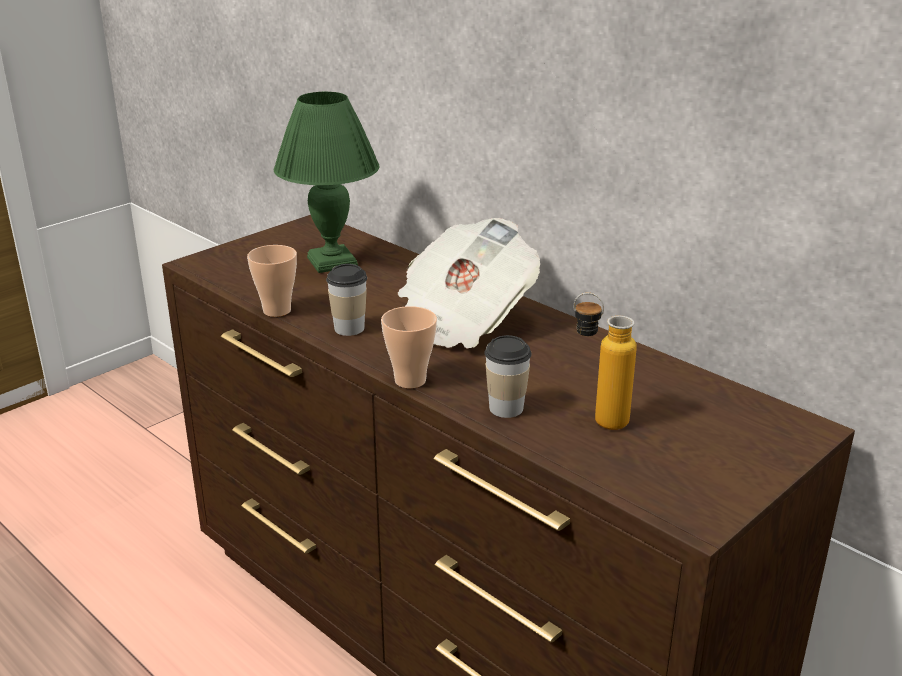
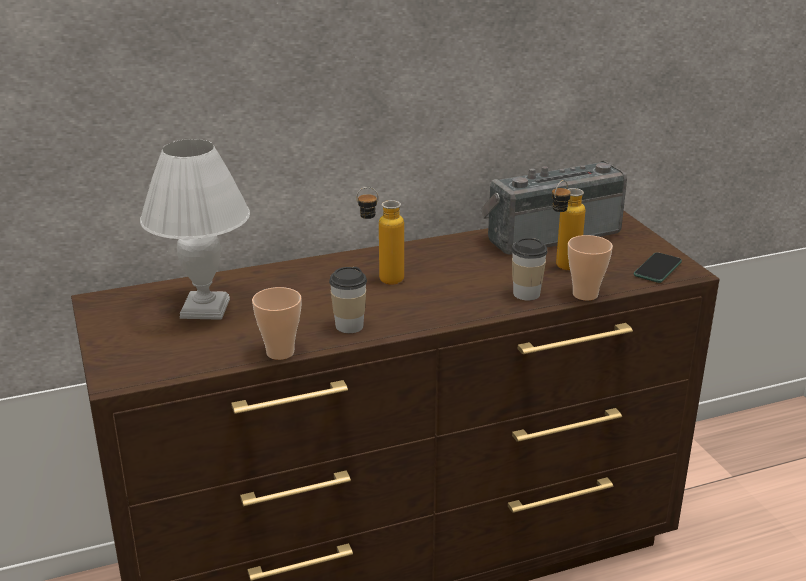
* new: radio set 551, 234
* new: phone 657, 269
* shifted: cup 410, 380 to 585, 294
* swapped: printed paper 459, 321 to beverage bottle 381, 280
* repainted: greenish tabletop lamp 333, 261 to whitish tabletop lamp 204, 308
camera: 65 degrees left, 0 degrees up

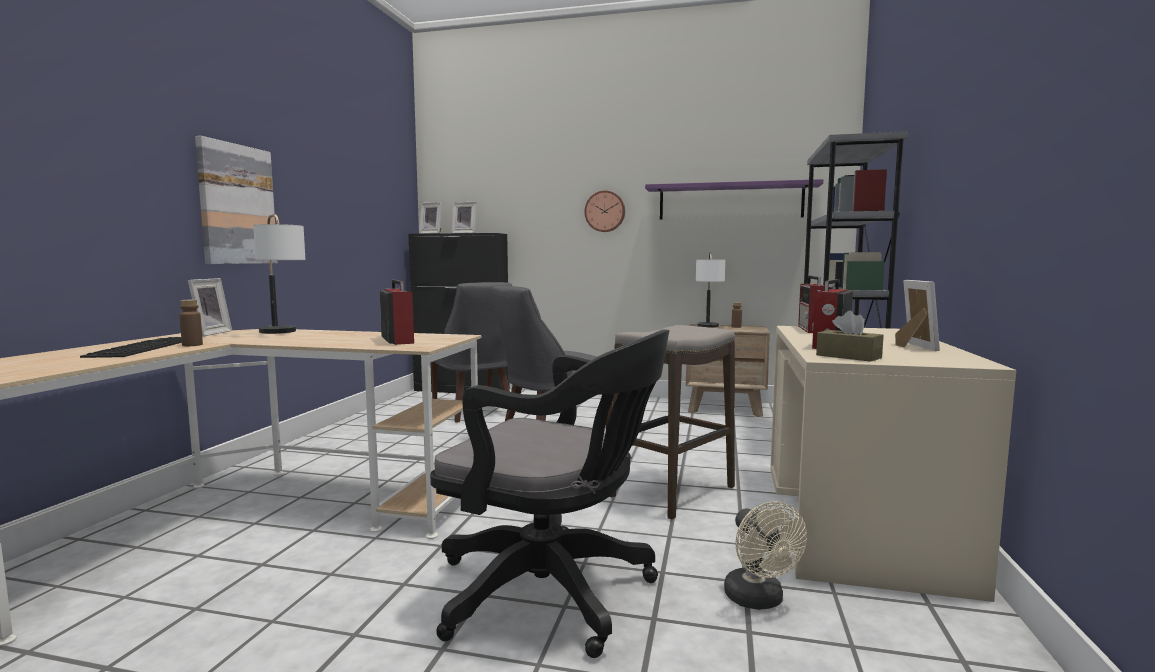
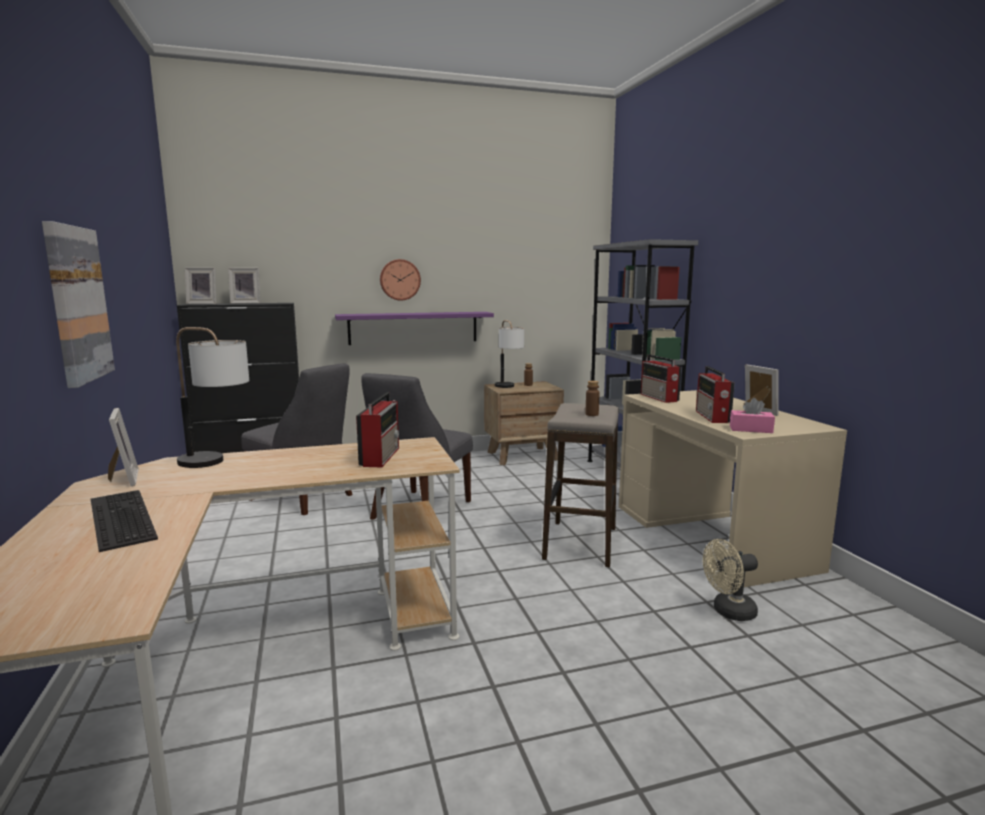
* gone: black desk chair 554, 593
* shifted: brownish beverage bottle 192, 345 to 592, 414
* shifted: purplish wall shelf 730, 201 to 413, 328
* repainted: brownish tissue box 848, 356 to pink-coloured tissue box 750, 429
* rotated: radio set 397, 339 = 381, 456 60 degrees clockwise
* rotated: beige electric fan 759, 600 = 728, 612 120 degrees clockwise
camera: 30 degrees left, 5 degrees up

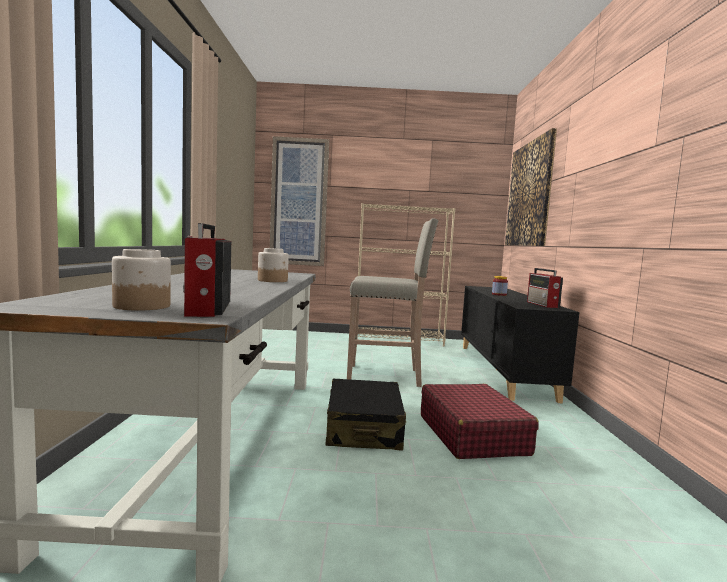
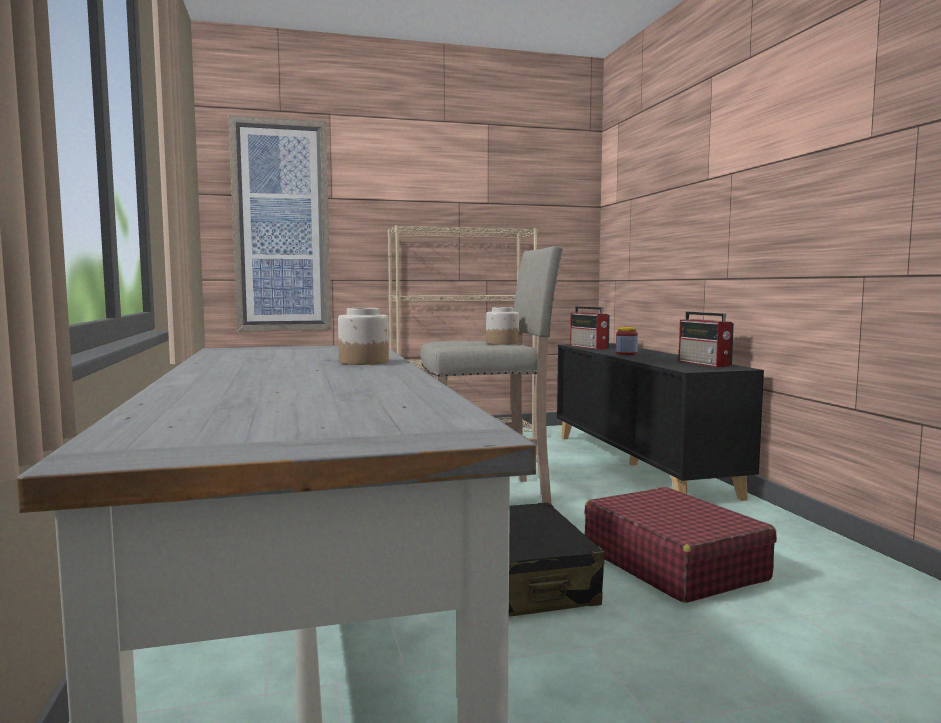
* gone: wall art 529, 194
* shifted: jar 141, 306 to 501, 343
* shifted: radio set 208, 309 to 589, 347
camera: 15 degrees left, 0 degrees up

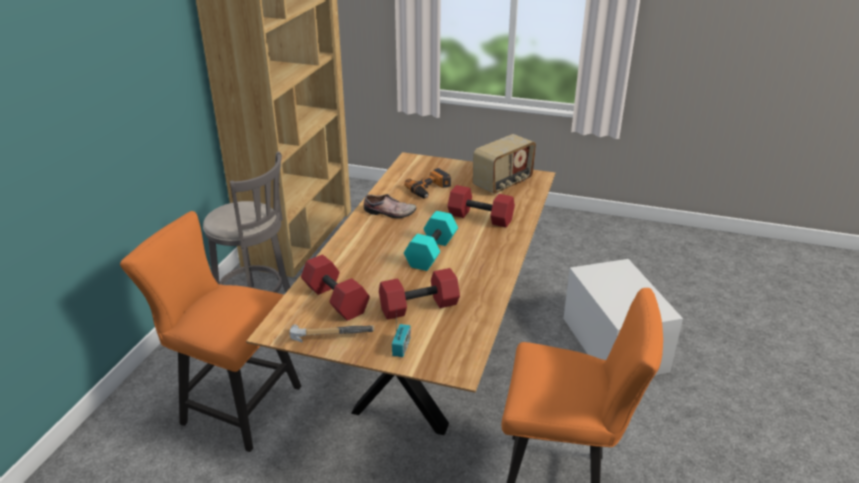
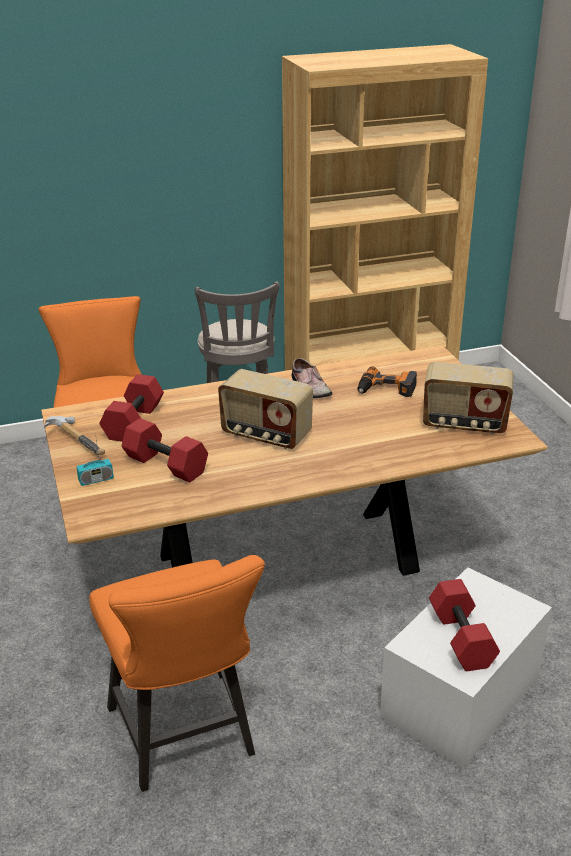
* shifted: red free weight 479, 218 to 459, 638
* swapped: turquoise free weight 430, 252 to radio set 265, 435
camera: 55 degrees right, 0 degrees up

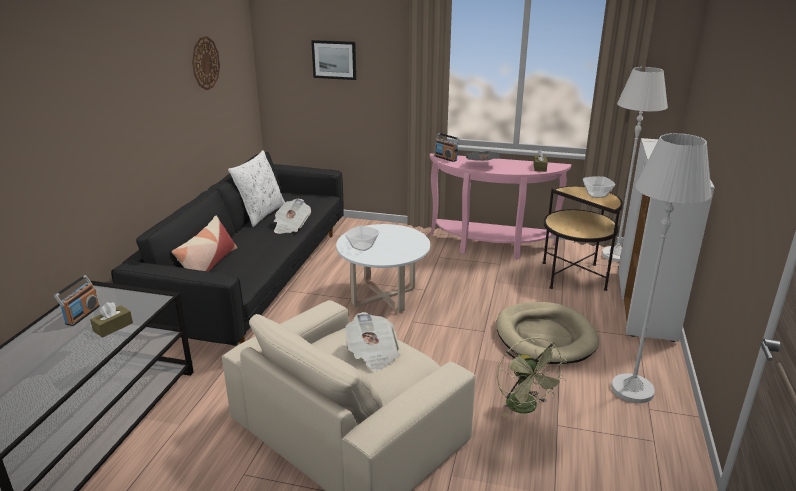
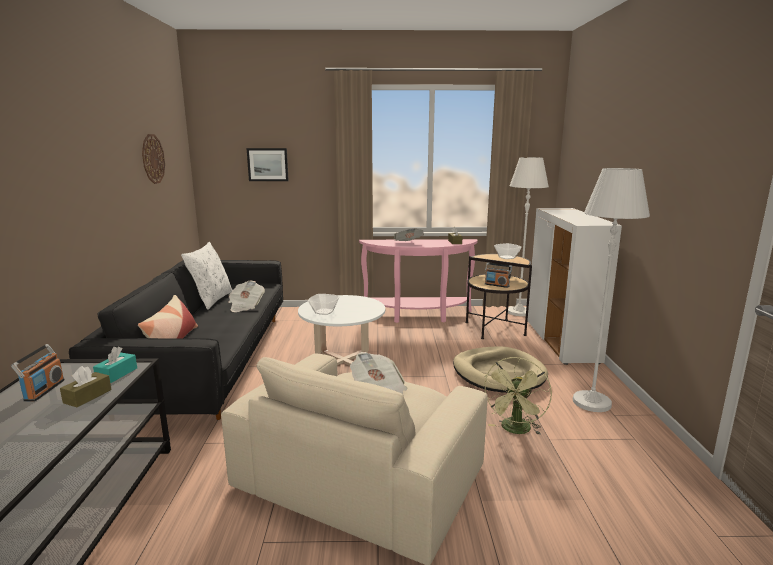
* new: turquoise tissue box 117, 374
* shifted: radio set 446, 158 to 497, 285
* rotated: greenish electric fan 526, 408 = 515, 430 60 degrees clockwise
camera: 15 degrees left, 10 degrees down

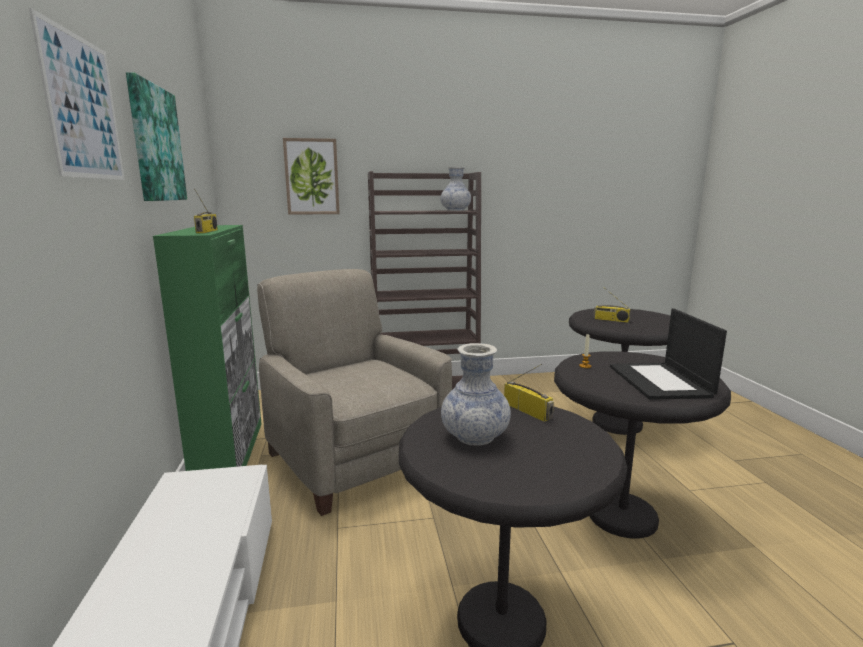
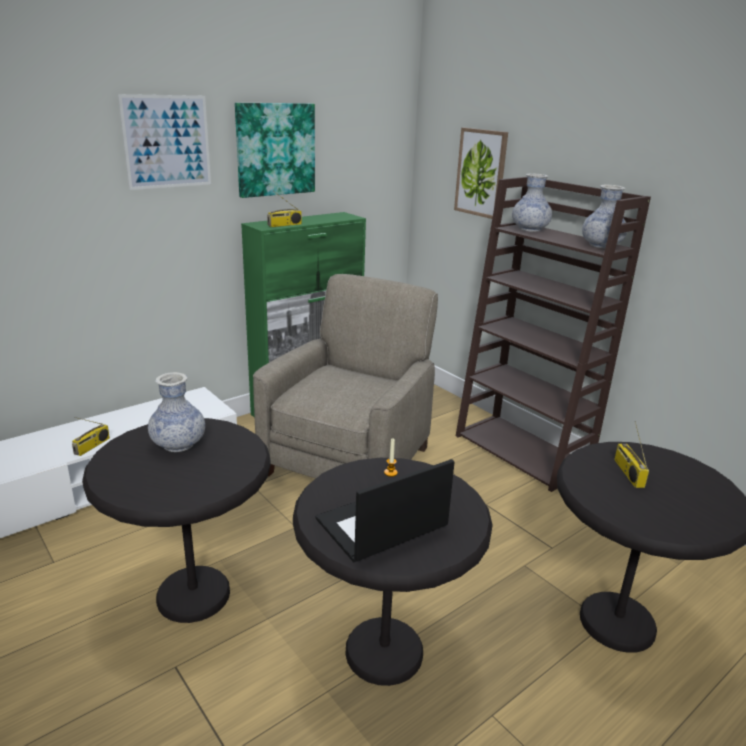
* new: decorative vase 529, 229
* shifted: radio set 528, 411 to 92, 446
camera: 60 degrees right, 10 degrees up

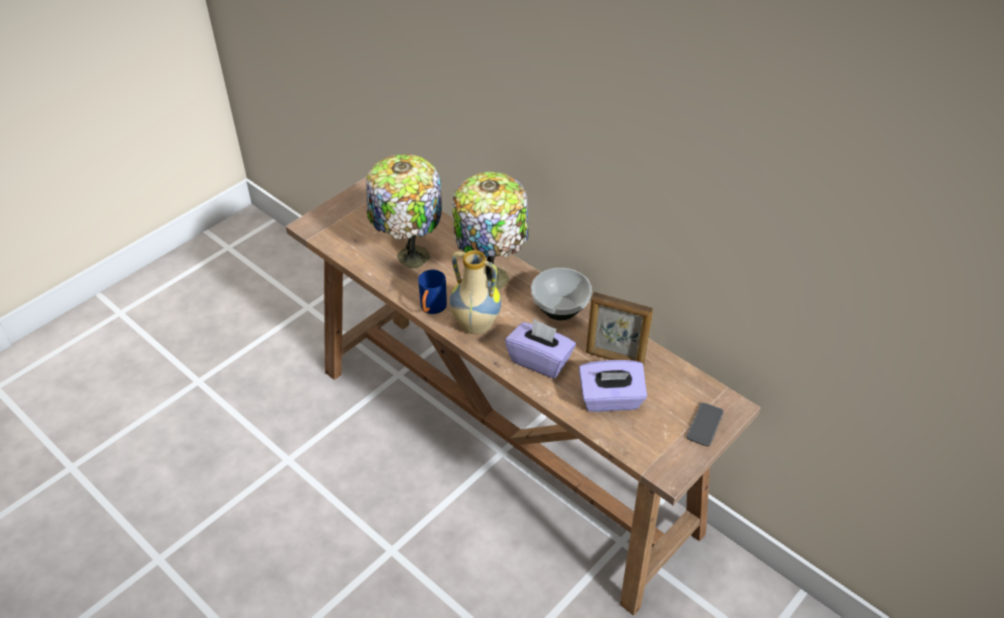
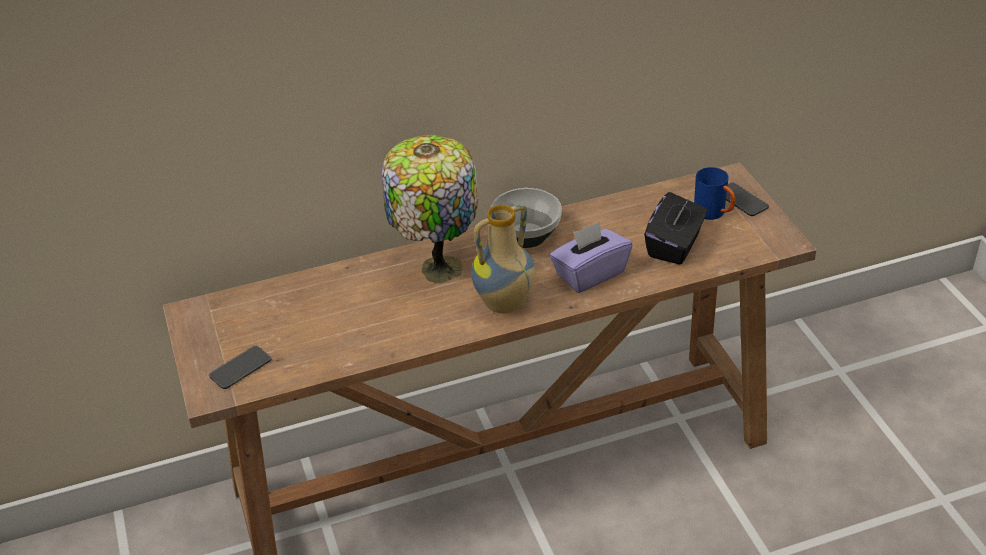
* gone: tabletop lamp 410, 256
* gone: standing frame 614, 359
* new: phone 240, 368
* shifted: bluish coffee mug 431, 309 to 714, 213
* repainted: purplish tissue box 610, 400 to black tissue box 675, 245
camera: 60 degrees left, 5 degrees down

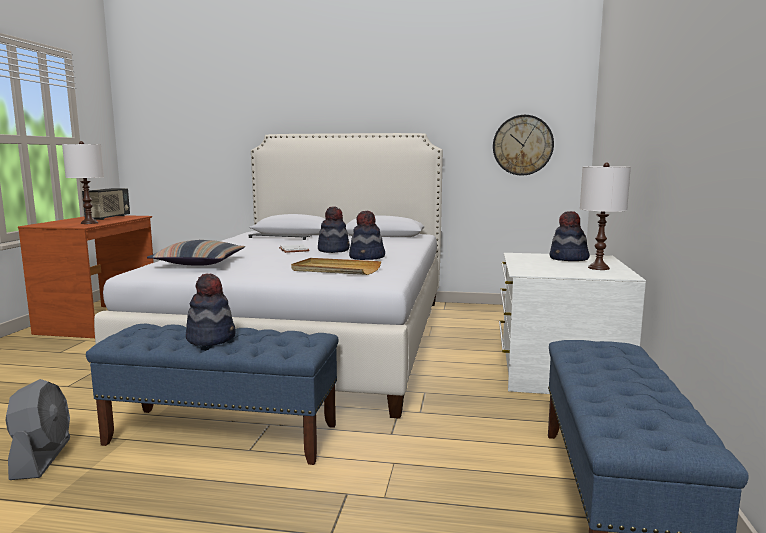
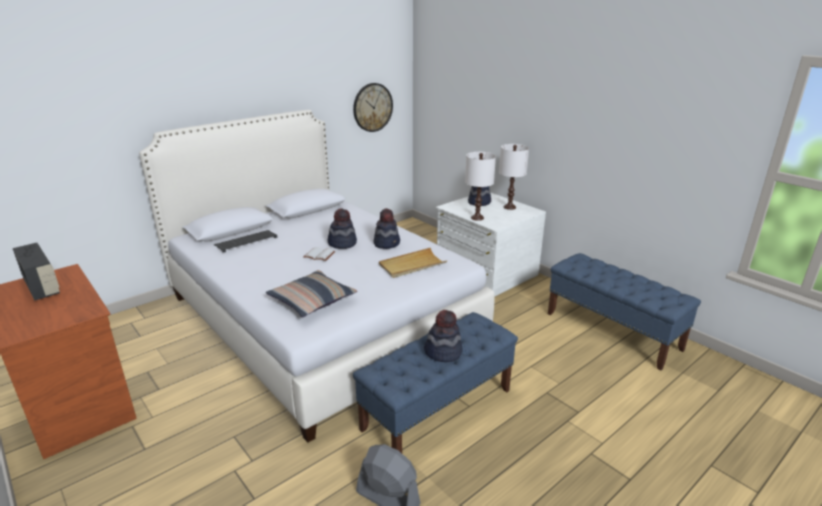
* shifted: whitish tabletop lamp 89, 223 to 477, 218
camera: 50 degrees left, 15 degrees up

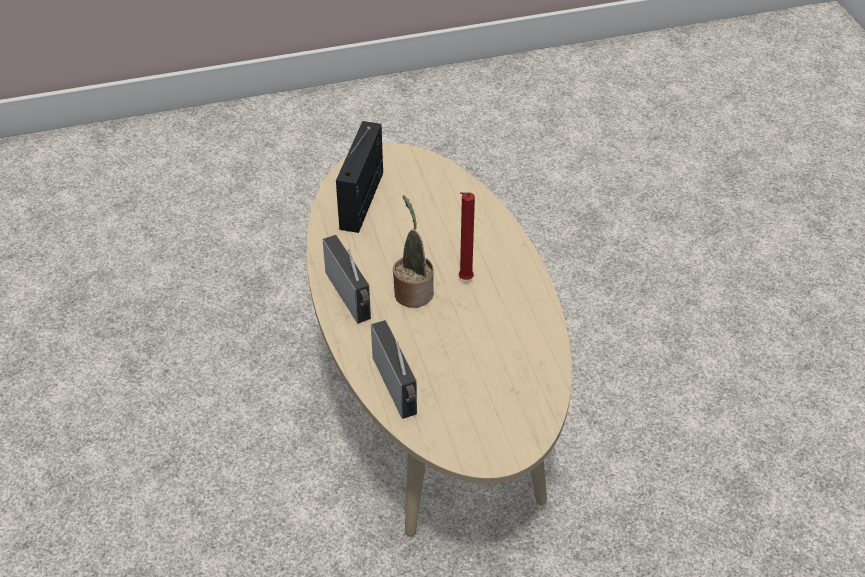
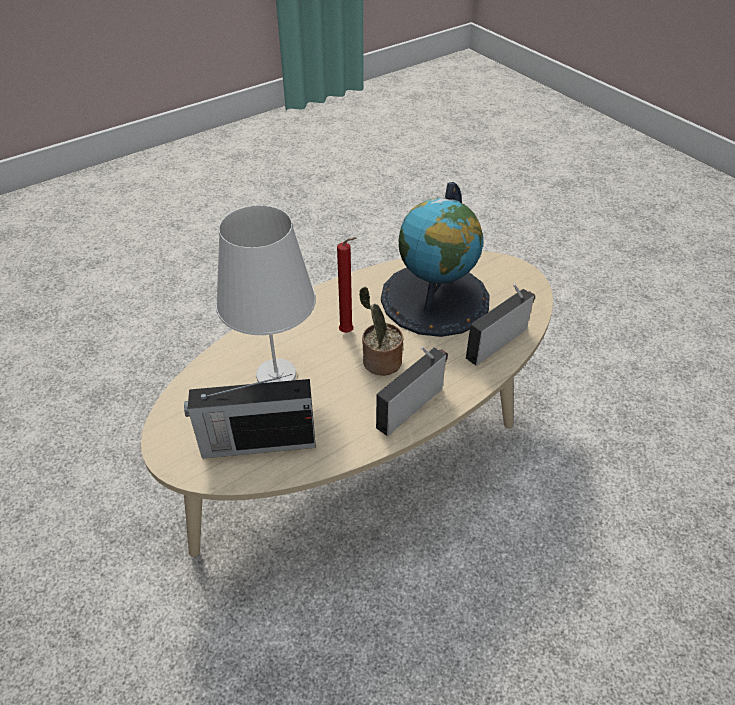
* new: whitish tabletop lamp 275, 374
* new: desk globe 435, 299
camera: 110 degrees left, 0 degrees up

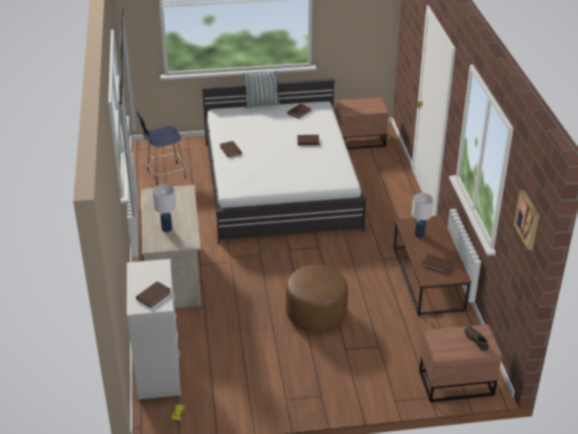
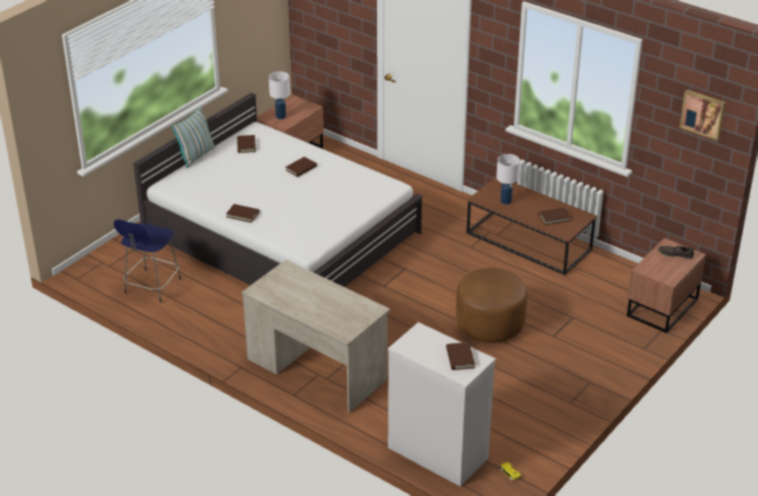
* shifted: whitish tabletop lamp 166, 229 to 280, 116
camera: 45 degrees left, 0 degrees up

